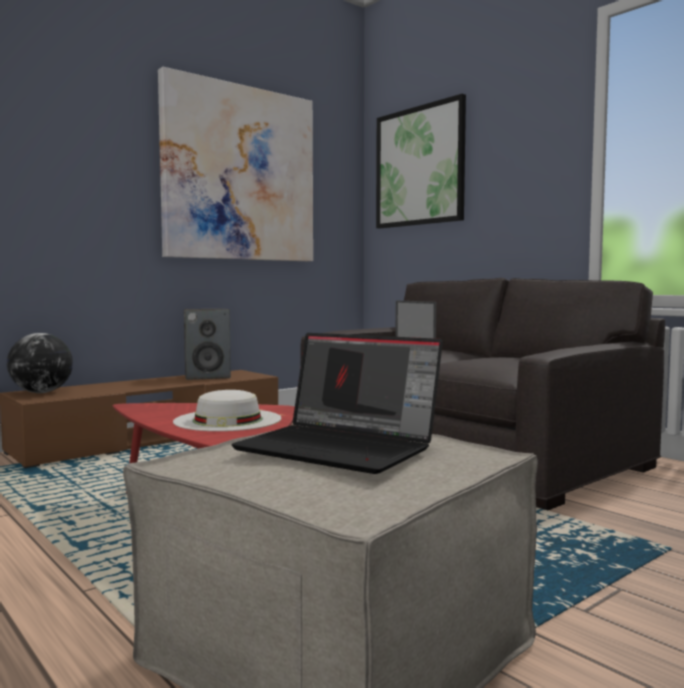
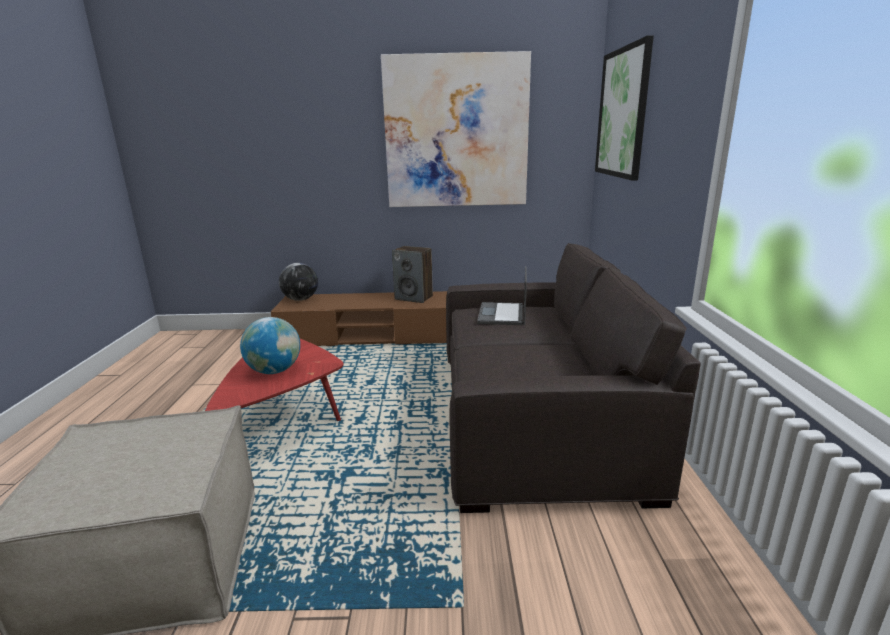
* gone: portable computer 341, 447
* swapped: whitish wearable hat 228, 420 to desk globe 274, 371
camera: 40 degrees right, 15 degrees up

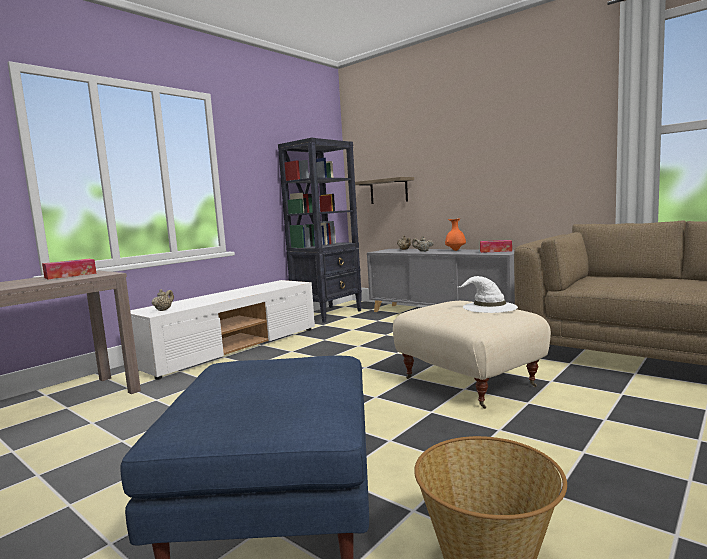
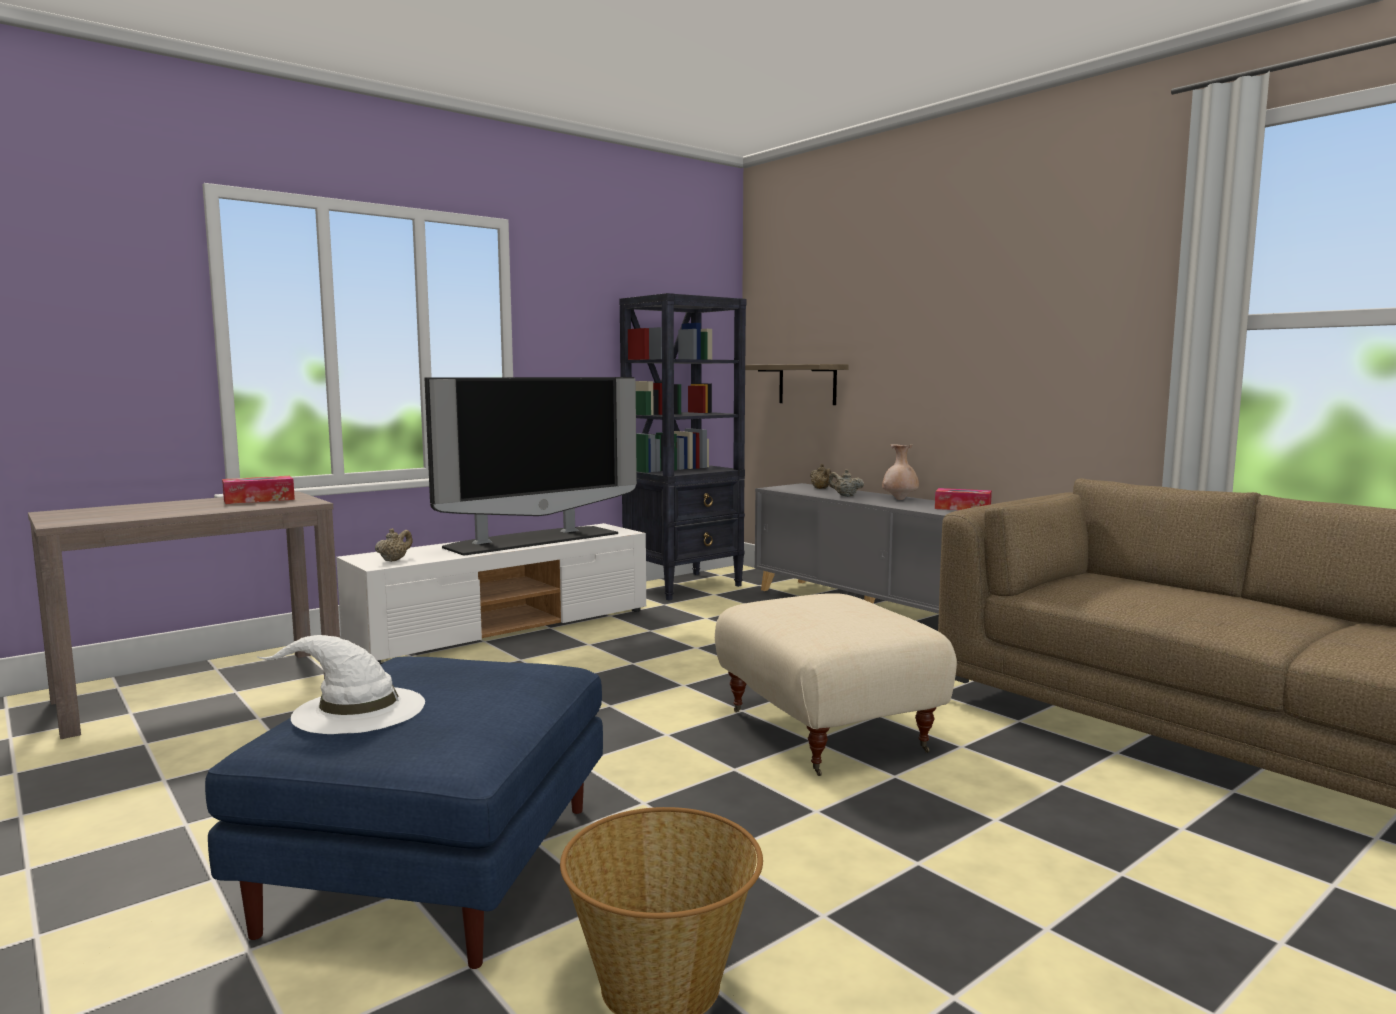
* new: television 532, 540
* shifted: whitish wearable hat 489, 307 to 356, 710
* repainted: orange-coloured decorative vase 455, 250 to beige decorative vase 899, 499
camera: 10 degrees right, 0 degrees up

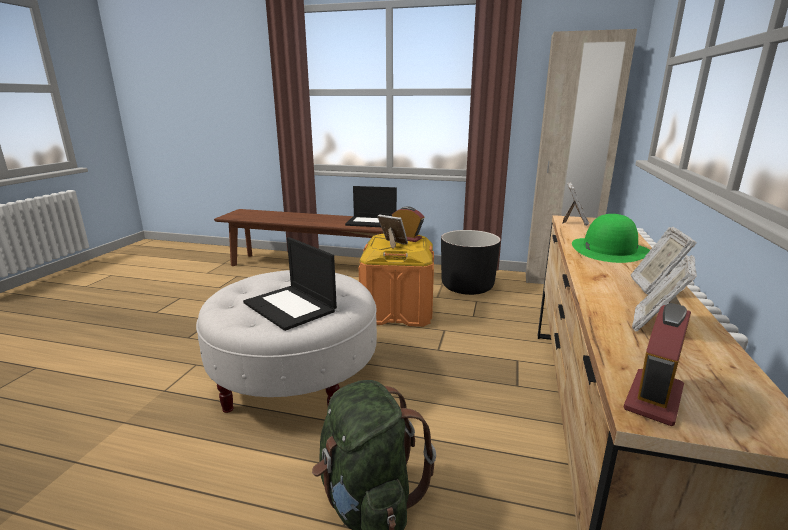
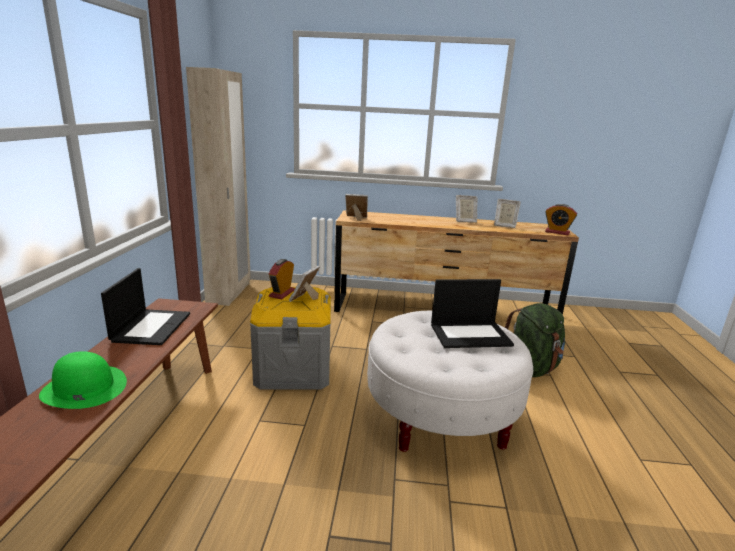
* gone: black planter 467, 286
* shifted: greenish wearable hat 609, 250 to 84, 388
* repainted: orange-coloured storage bin 397, 311 to gray storage bin 293, 370
* rotated: portable computer 291, 307 = 470, 334 45 degrees clockwise
camera: 100 degrees left, 0 degrees up

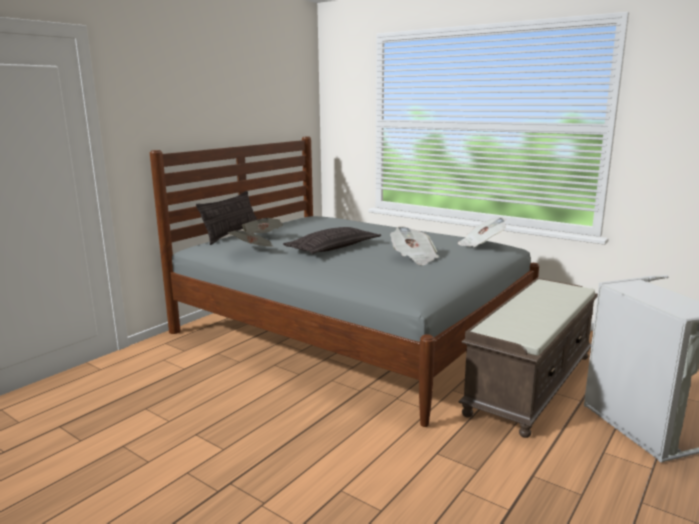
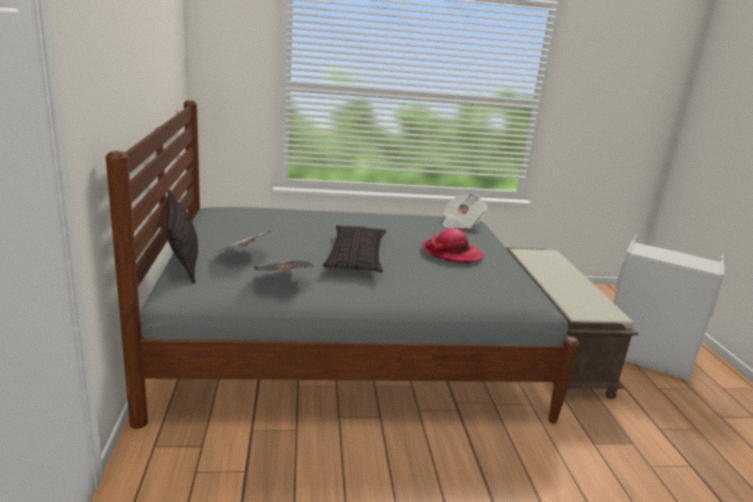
* swapped: printed paper 414, 258 to wearable hat 451, 253
camera: 45 degrees left, 5 degrees up

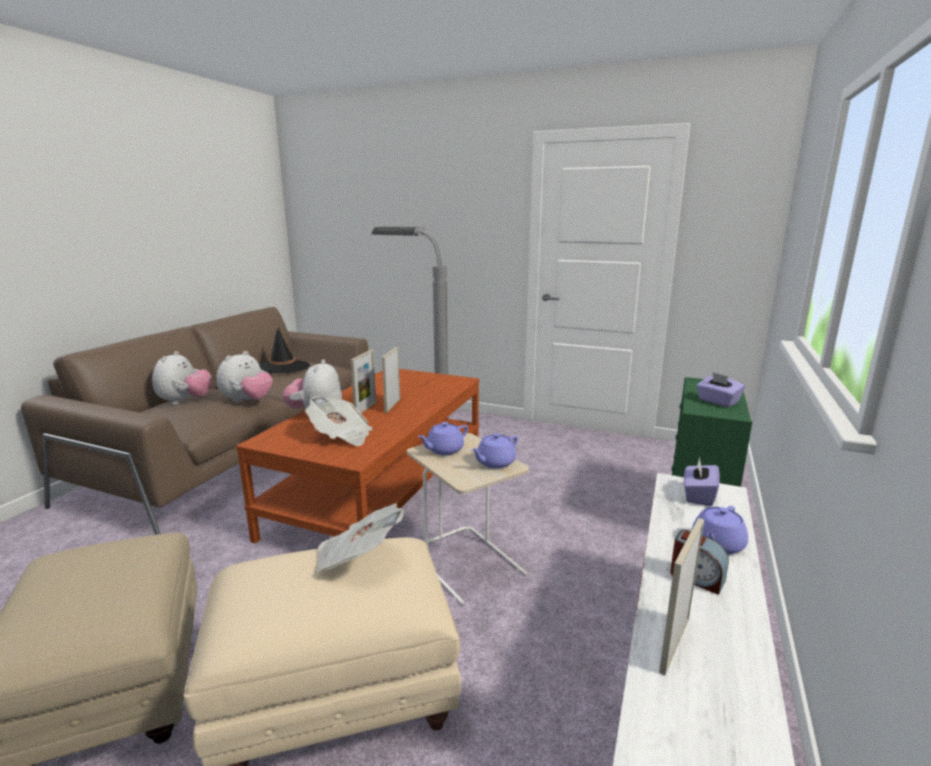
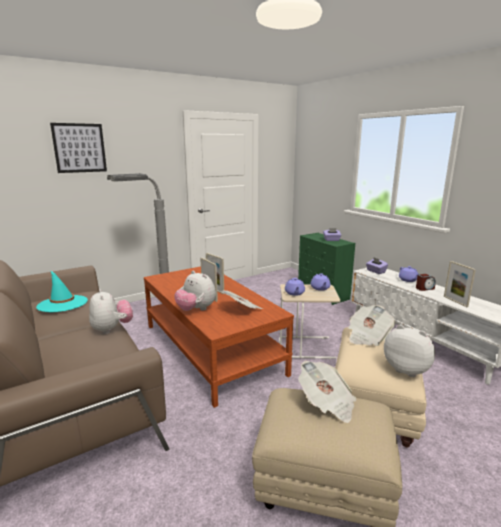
* new: wall art 79, 148
* new: printed paper 327, 403
* shifted: cuddly toy 185, 401 to 407, 369
* repainted: black wearable hat 283, 367 to turquoise wearable hat 62, 304
camera: 55 degrees left, 0 degrees up

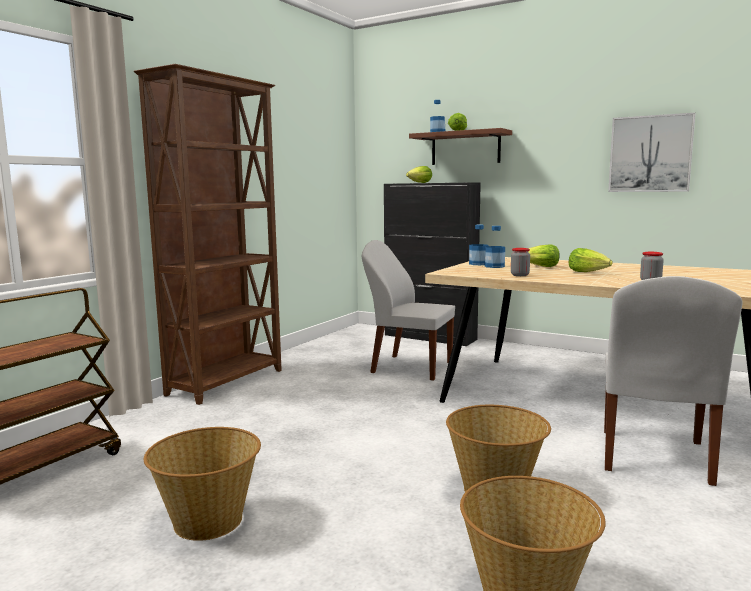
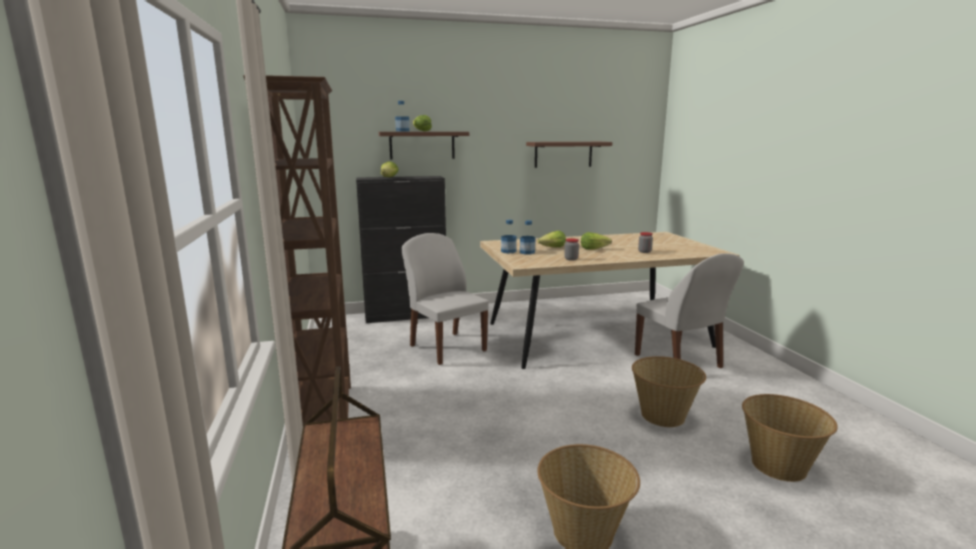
* swapped: wall art 650, 154 to brownish wall shelf 563, 154
* rotated: whitish upright chair 409, 367 = 446, 347 75 degrees clockwise
camera: 45 degrees left, 5 degrees up

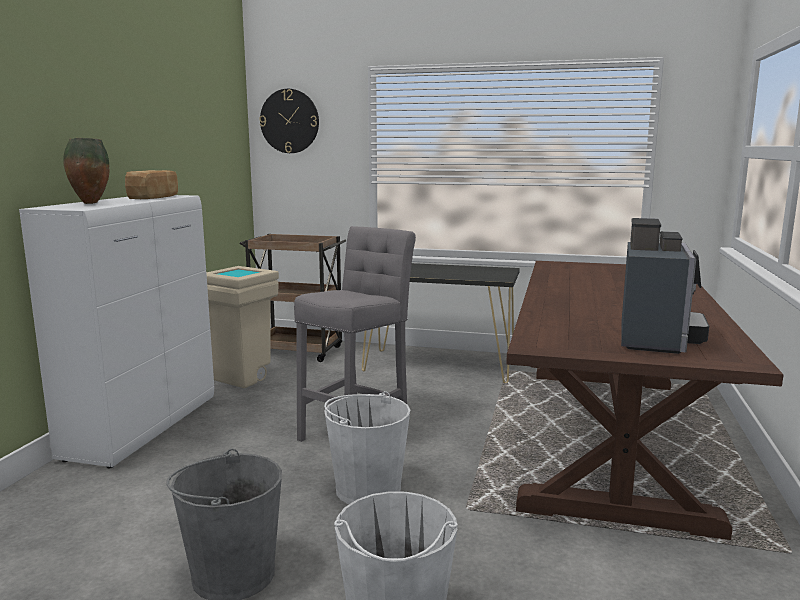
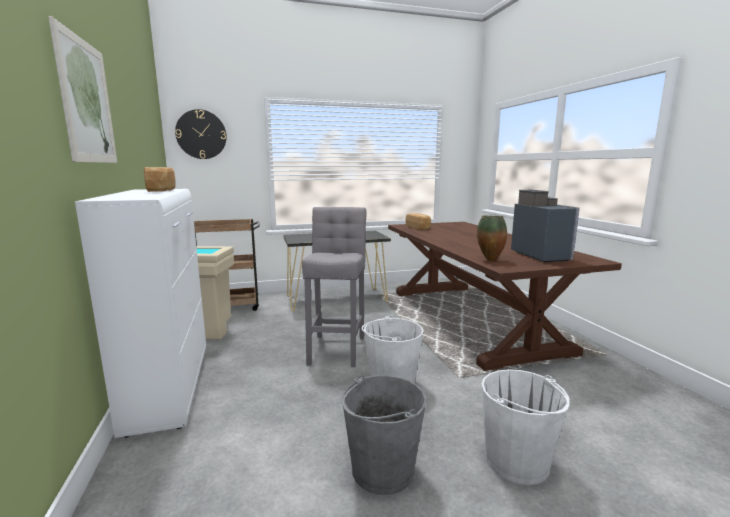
* new: wall art 87, 102
* new: baked bread 418, 228
* shifted: decorative vase 90, 203 to 489, 260
camera: 30 degrees left, 0 degrees up

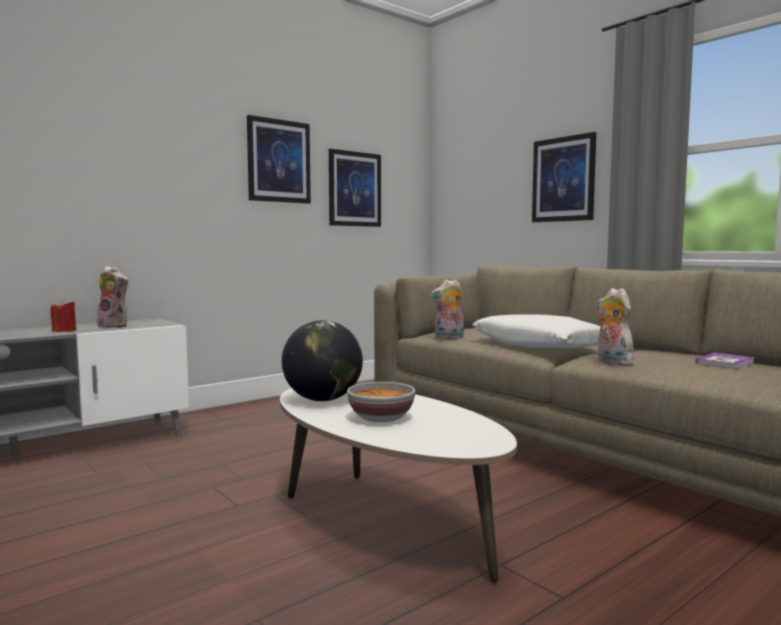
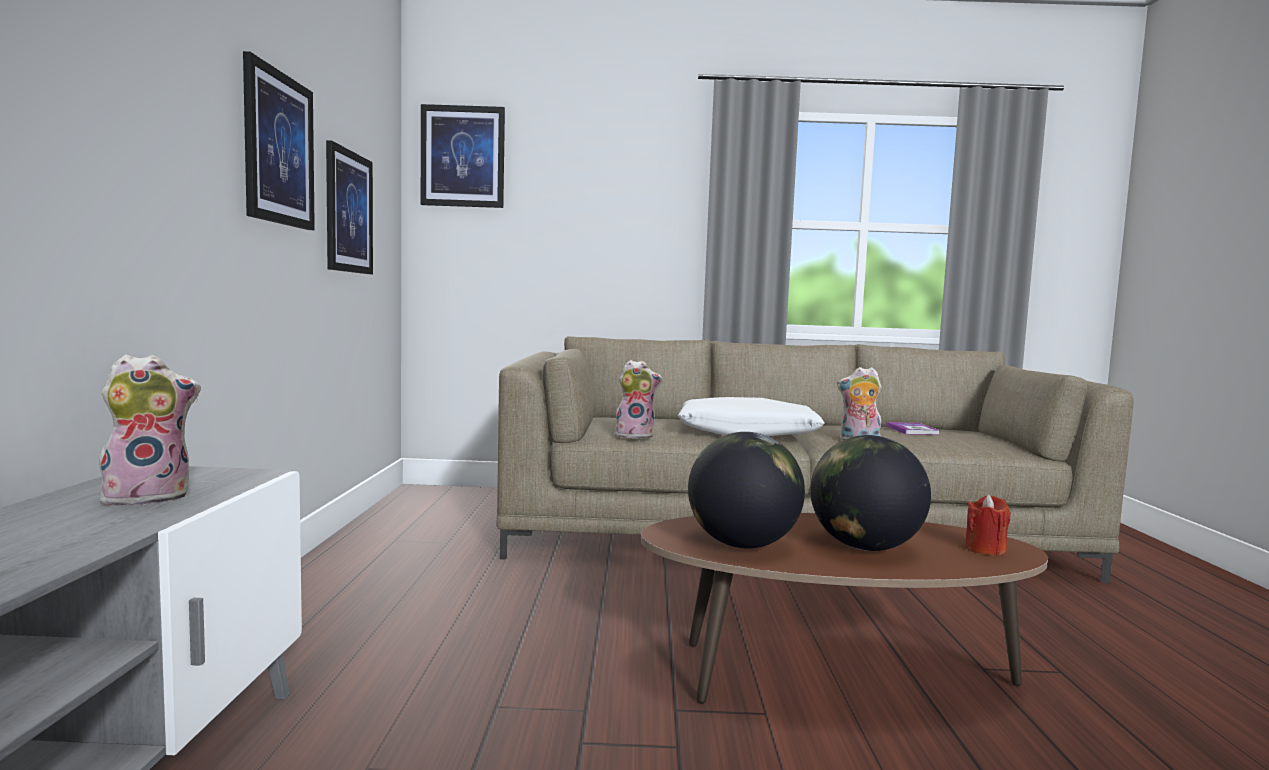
* shifted: red wax candle 64, 331 to 985, 549
* shifted: wall art 563, 179 to 463, 157
* swapped: bowl 381, 418 to desk globe 865, 547
* repainted: whitish low table 383, 520 to brownish low table 831, 677
* rotated: cuddly toy 448, 338 = 635, 435 120 degrees counterclockwise
camera: 50 degrees left, 0 degrees up

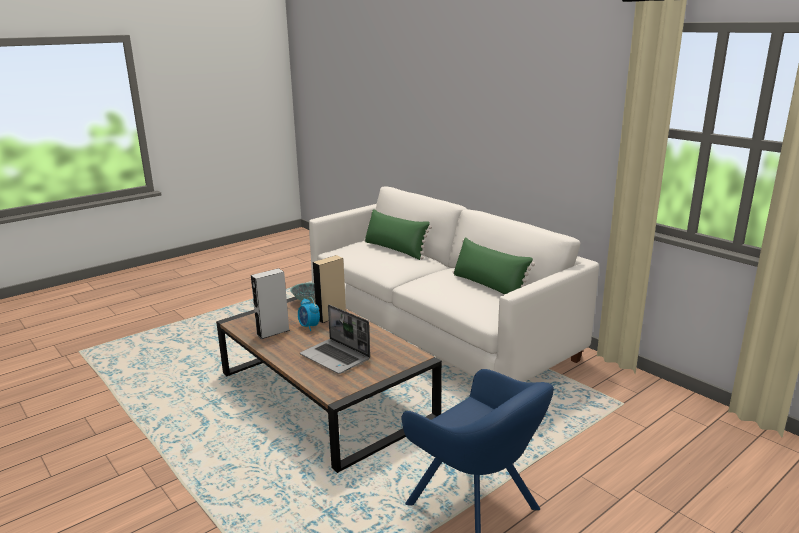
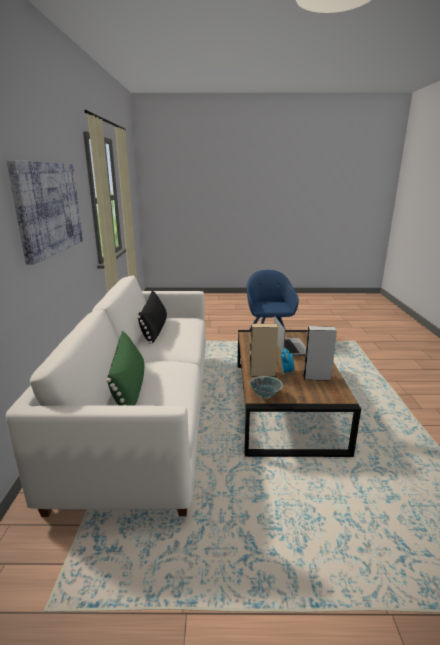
* new: wall art 47, 208
* repainted: greenish pillow 489, 286 to black pillow 154, 329
camera: 140 degrees left, 0 degrees up

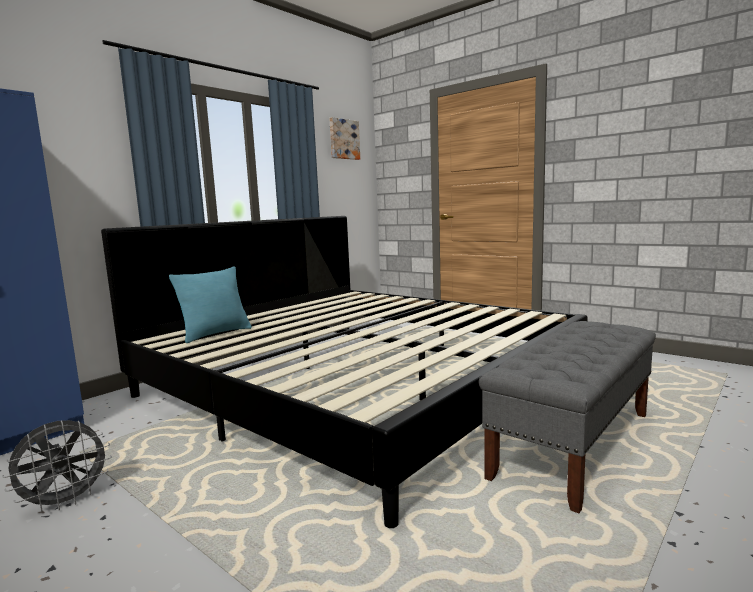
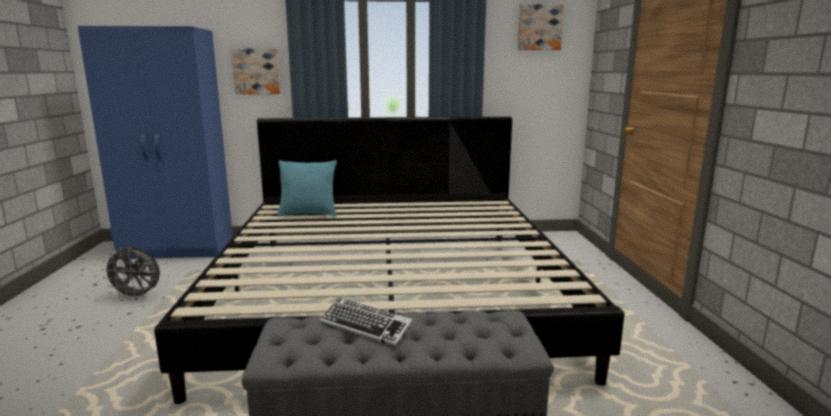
* new: wall art 256, 71
* new: PC keyboard 365, 327
camera: 45 degrees right, 5 degrees up

